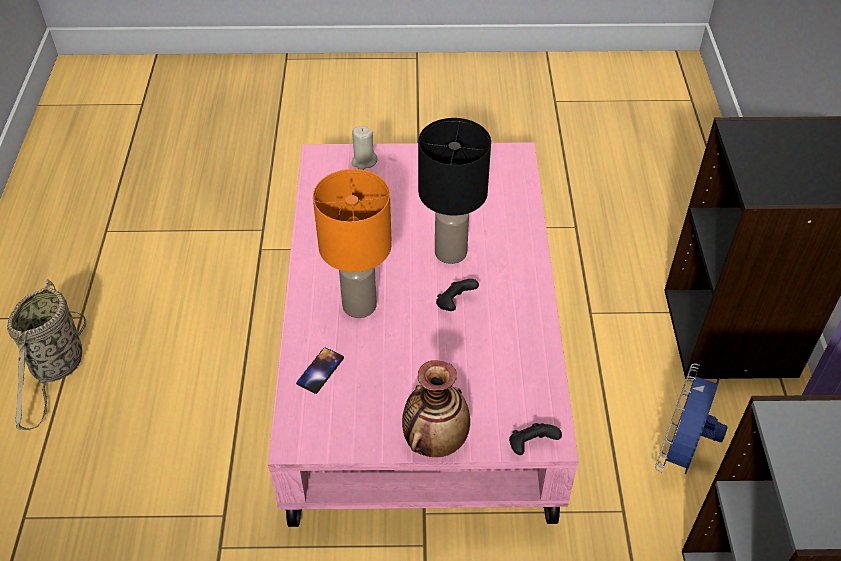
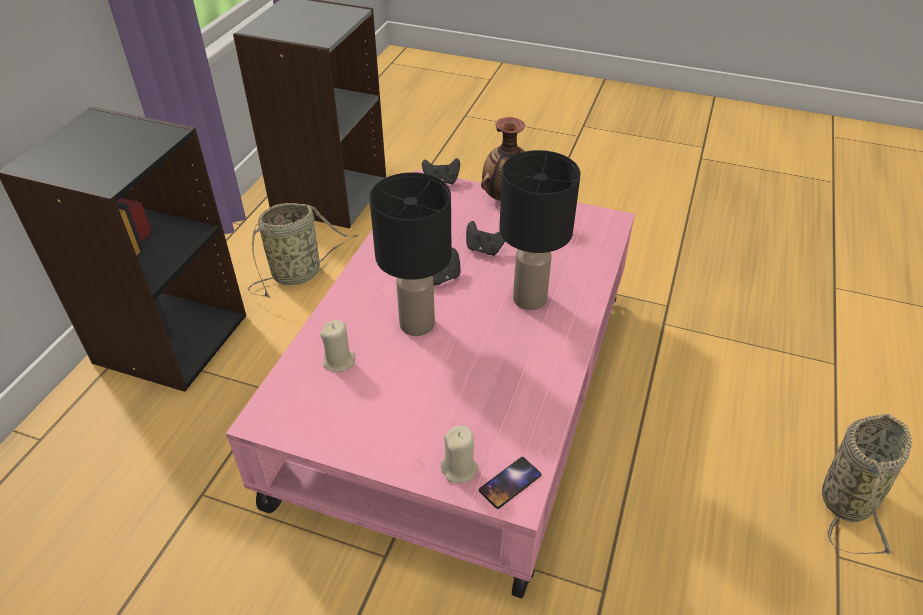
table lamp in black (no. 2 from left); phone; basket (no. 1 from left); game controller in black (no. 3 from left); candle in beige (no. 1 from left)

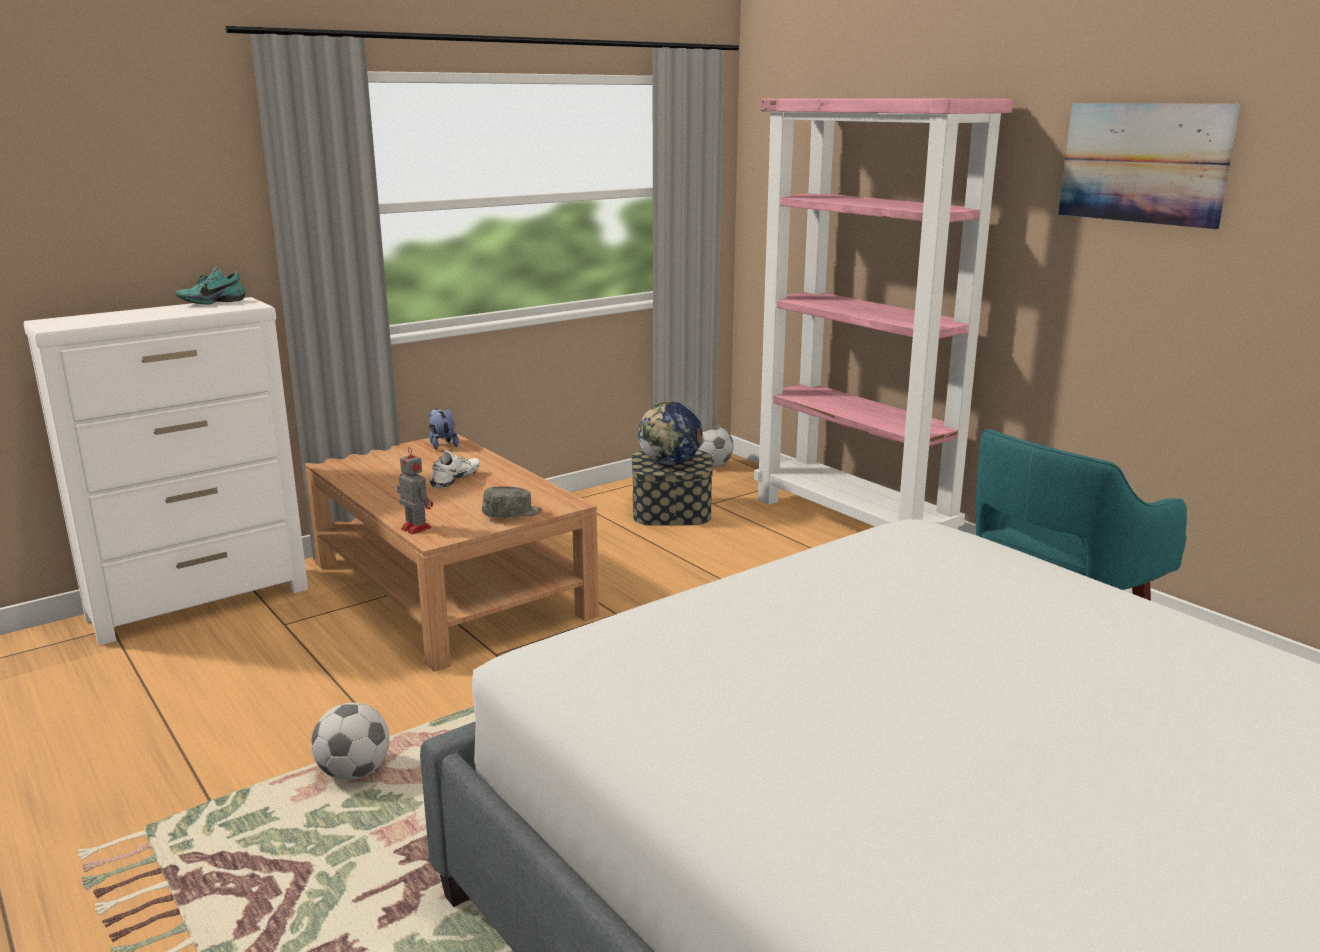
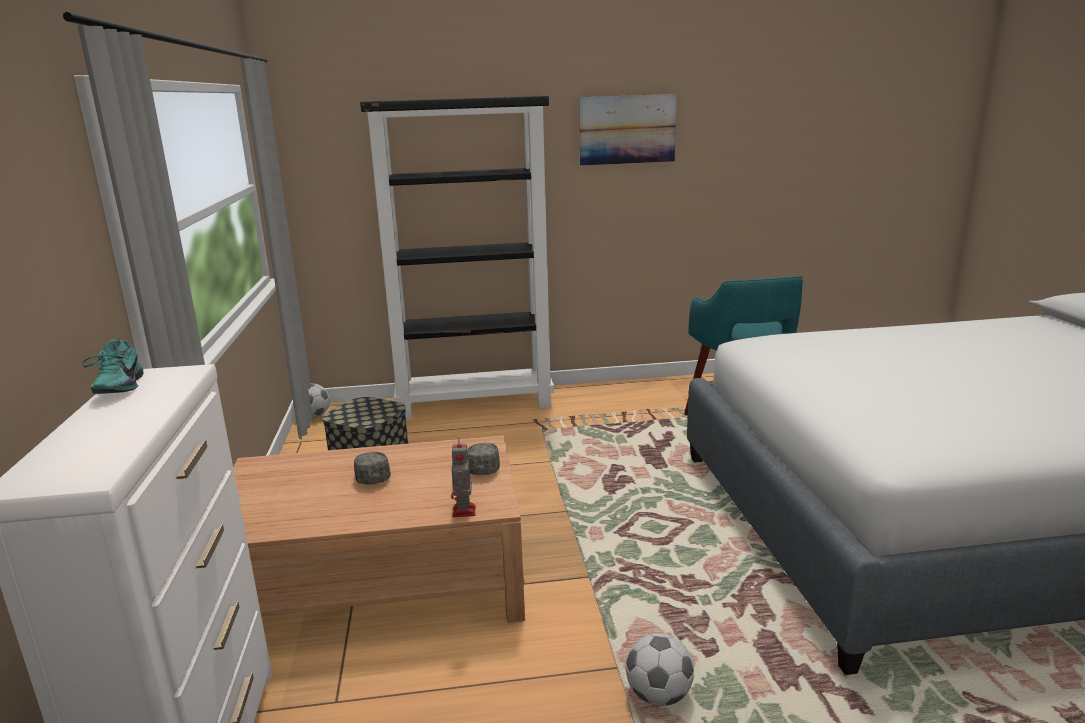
bookcase in black; globe; plush toy; toy robot; cap in grey (no. 1 from left)

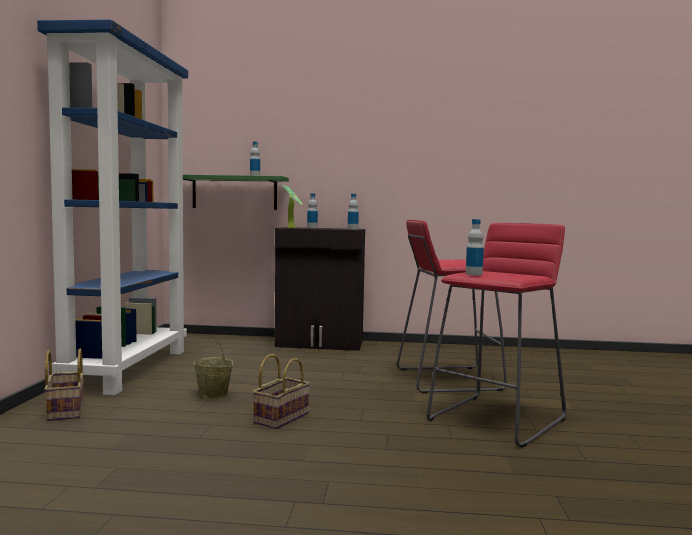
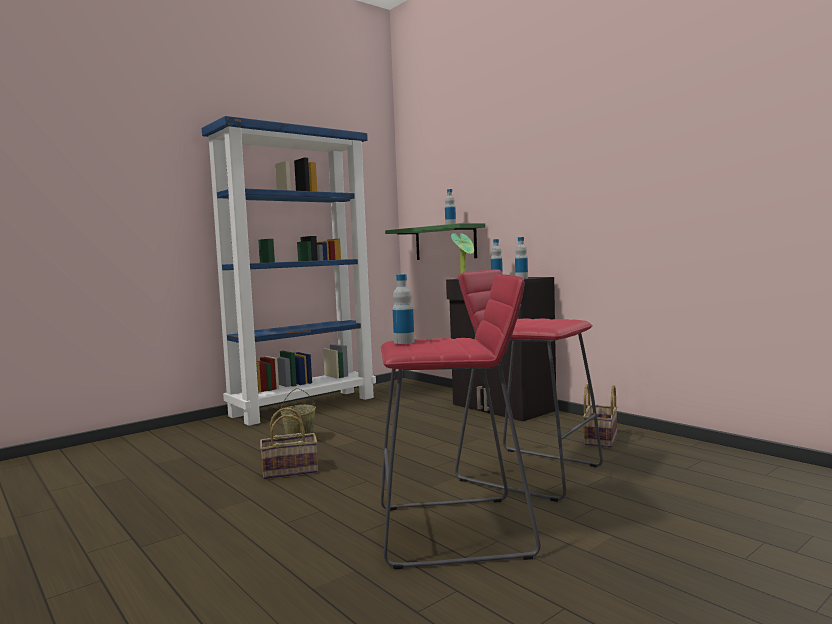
basket (no. 2 from left)

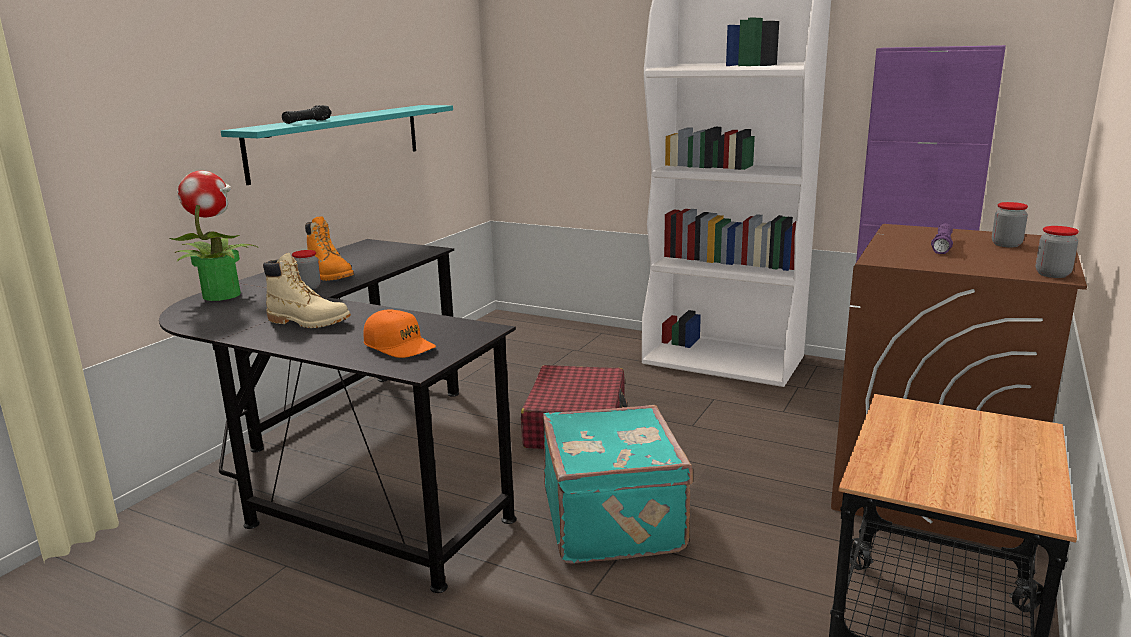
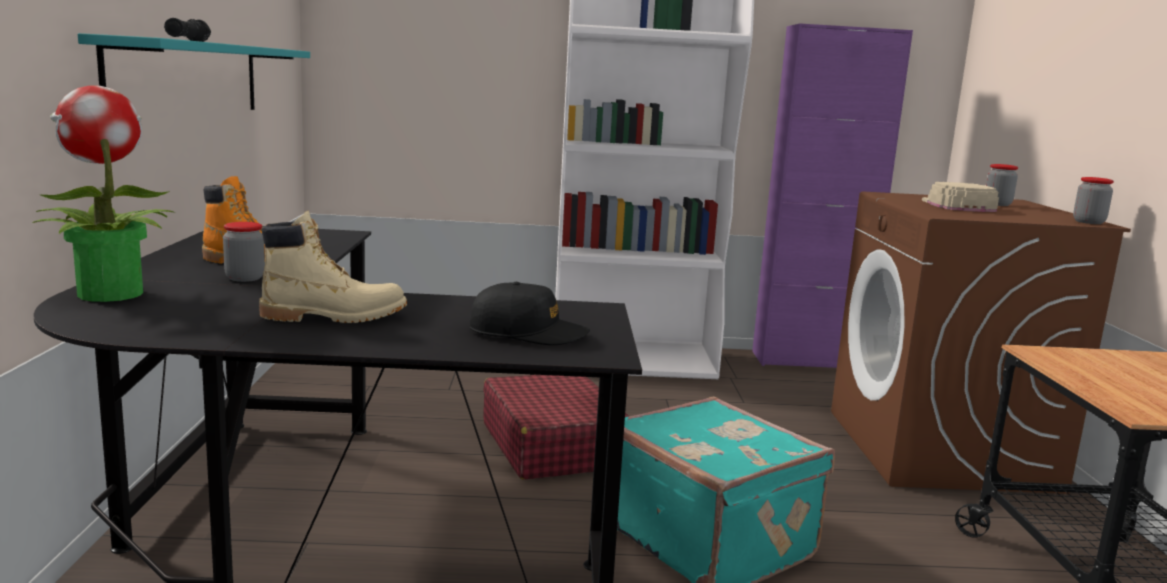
cap in beige; cap in black

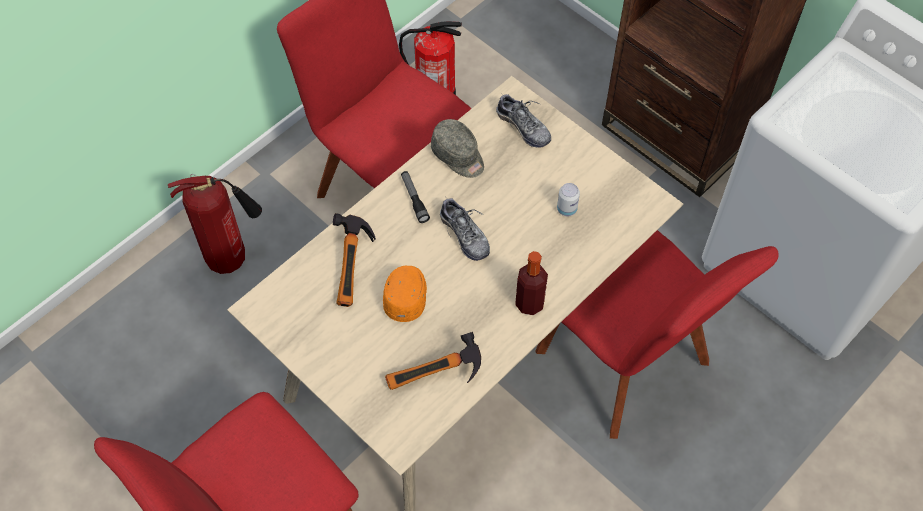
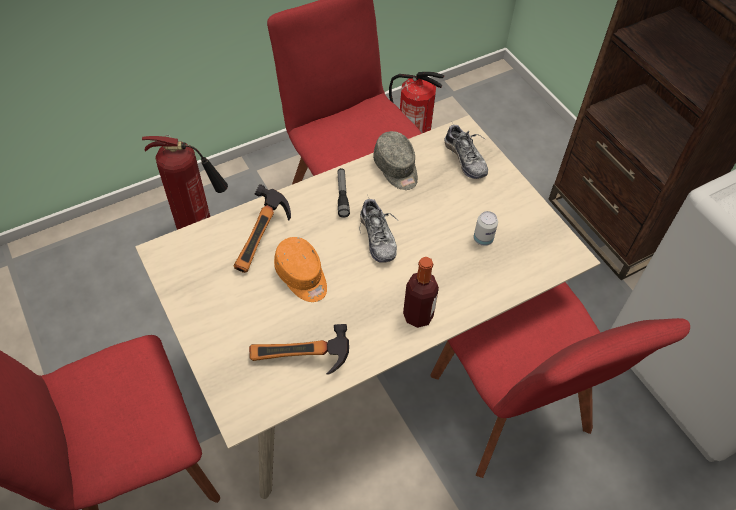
cap in orange

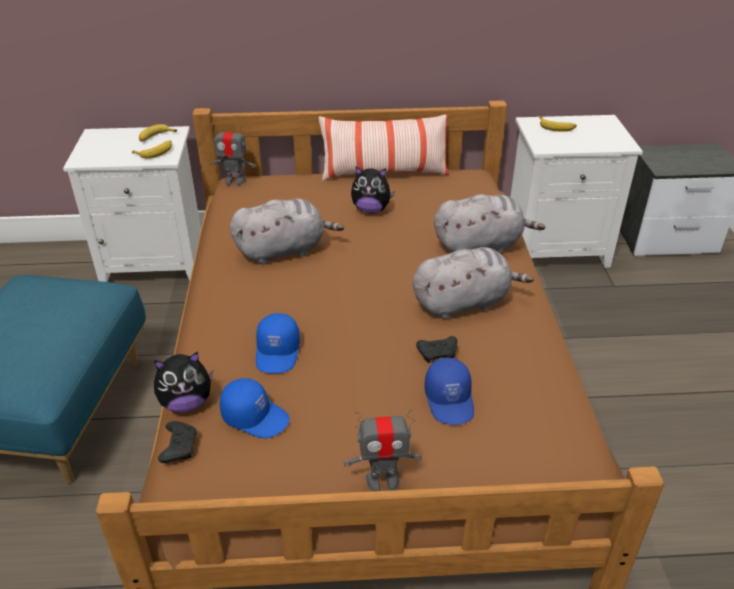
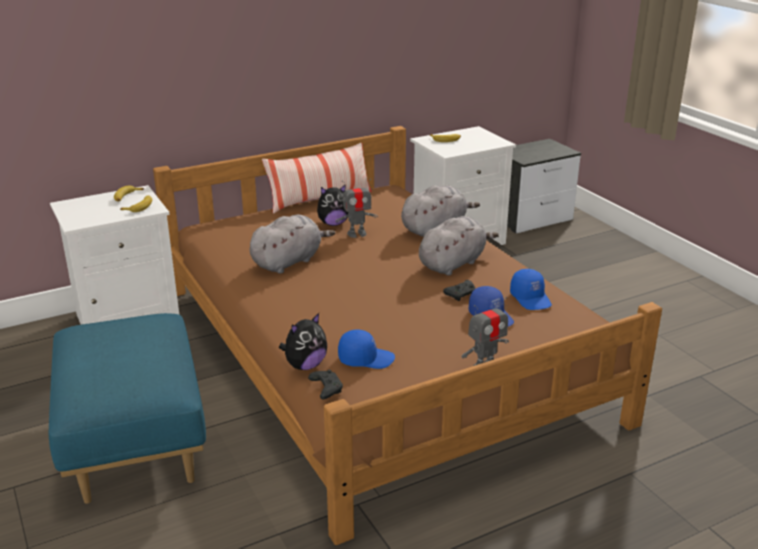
toy robot (no. 1 from left); cap in blue (no. 3 from left)

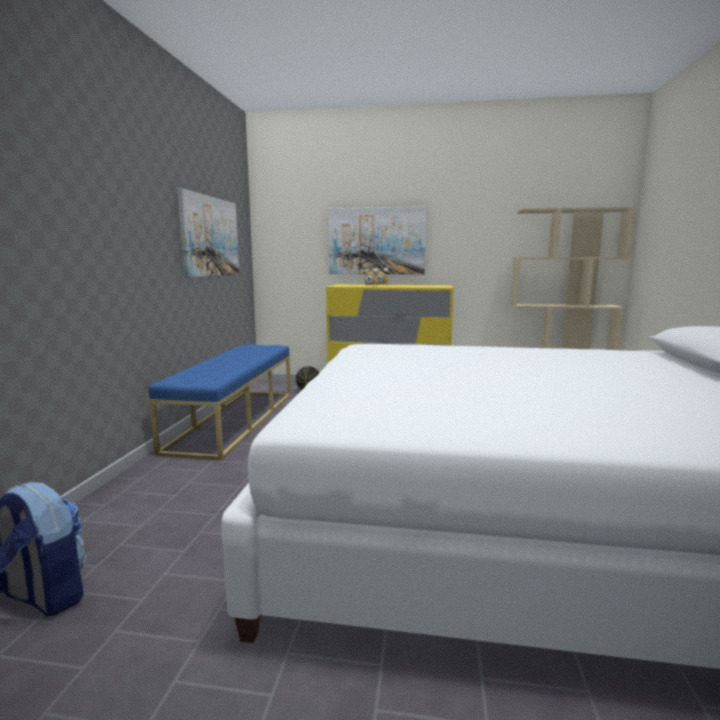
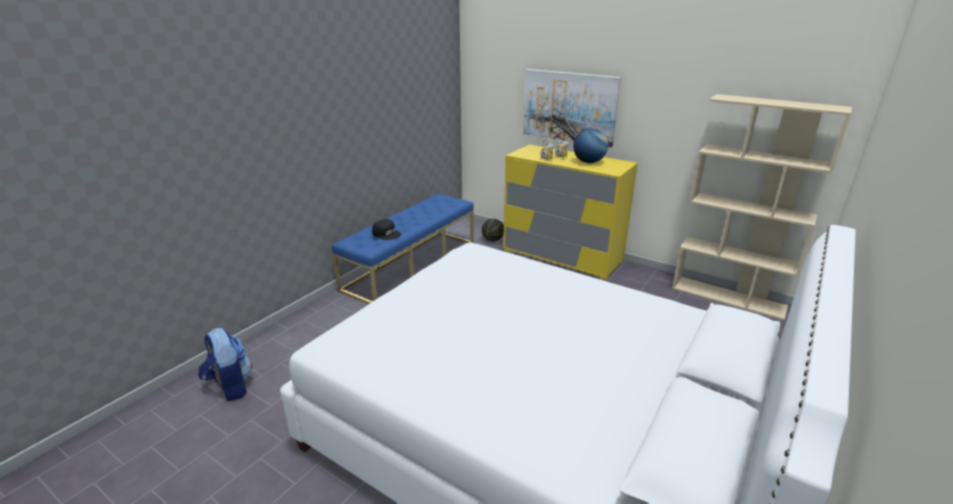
picture (no. 1 from left in the first image); globe; cap in black

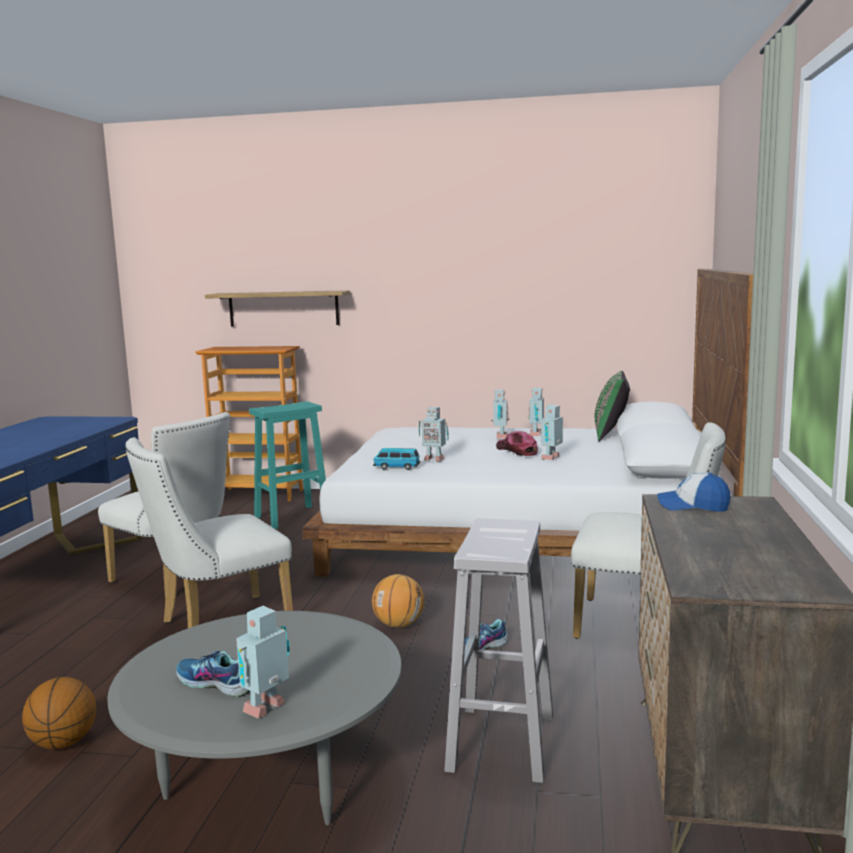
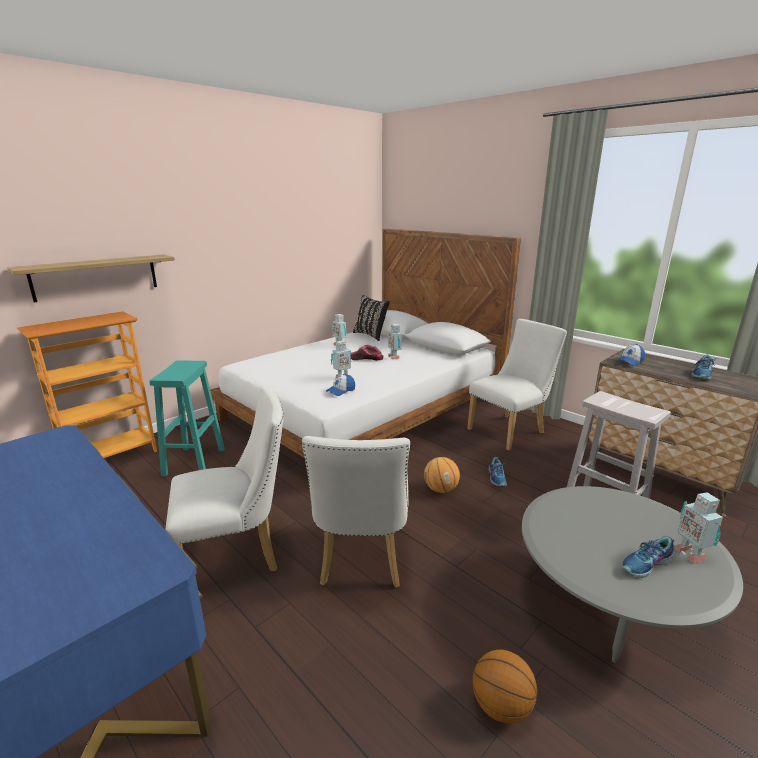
pillow in black; toy robot (no. 3 from left in the first image); cap (no. 1 from left); shoe (no. 3 from left)

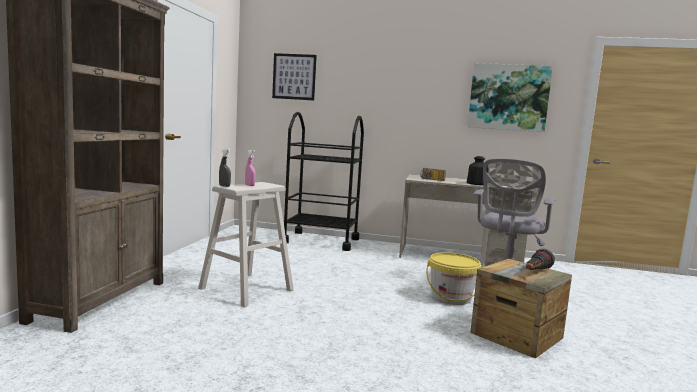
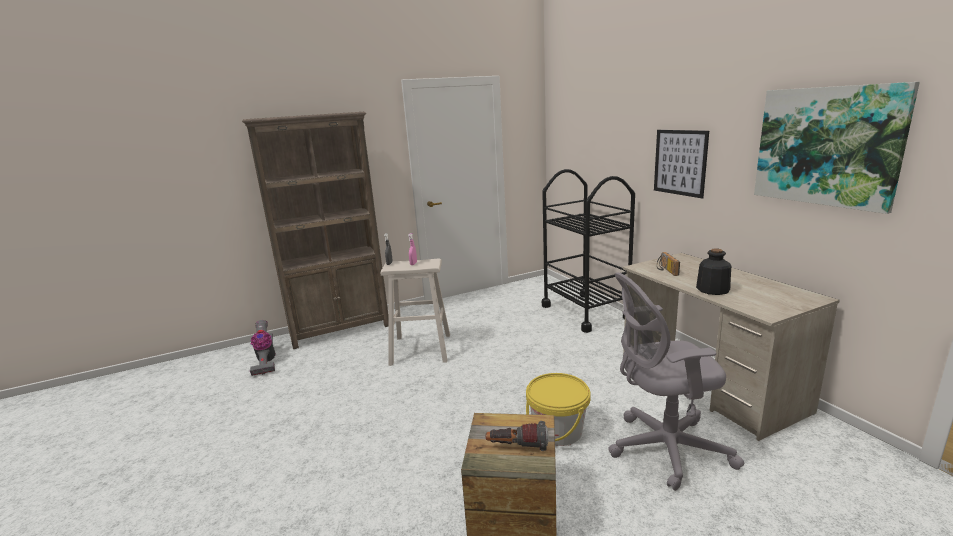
picture (no. 1 from left); vacuum cleaner

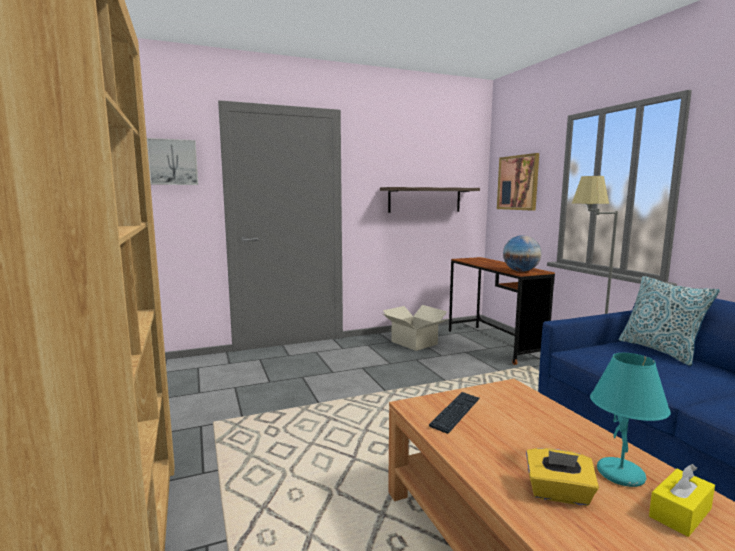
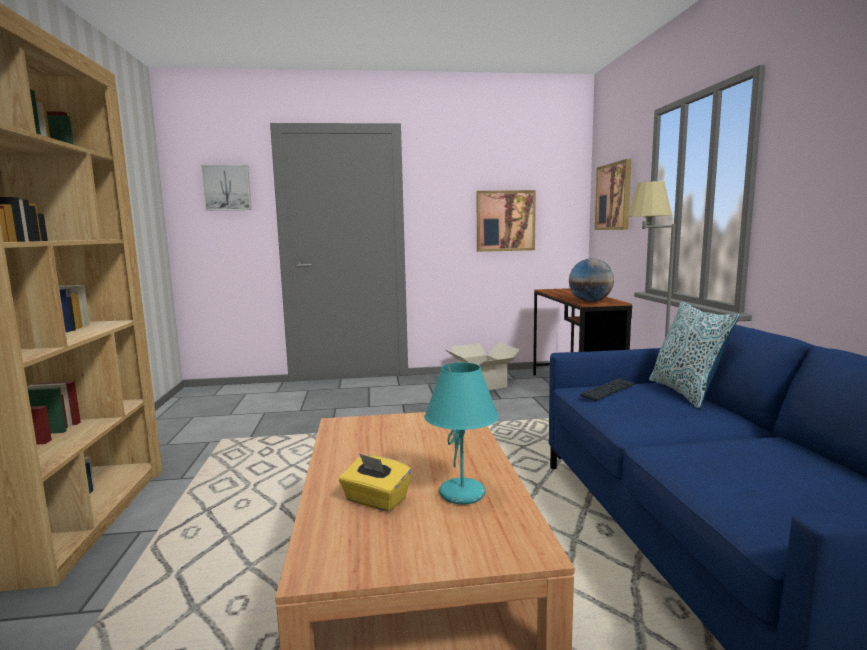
picture (no. 2 from left); keyboard; tissue box in yellow (no. 2 from left in the first image)

